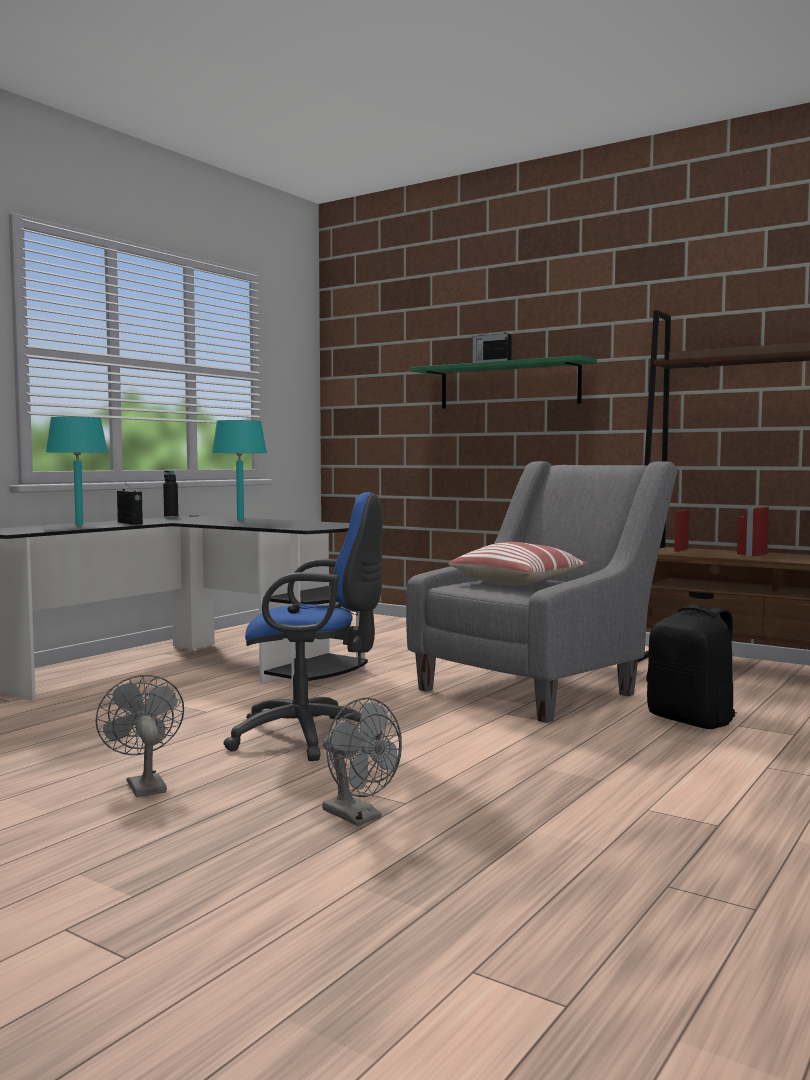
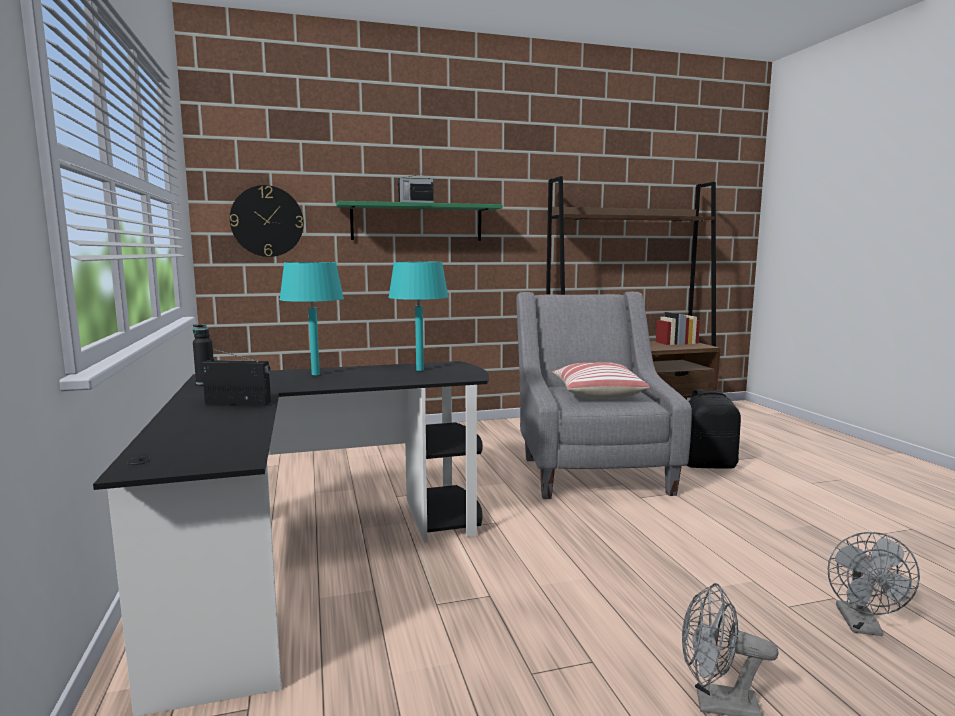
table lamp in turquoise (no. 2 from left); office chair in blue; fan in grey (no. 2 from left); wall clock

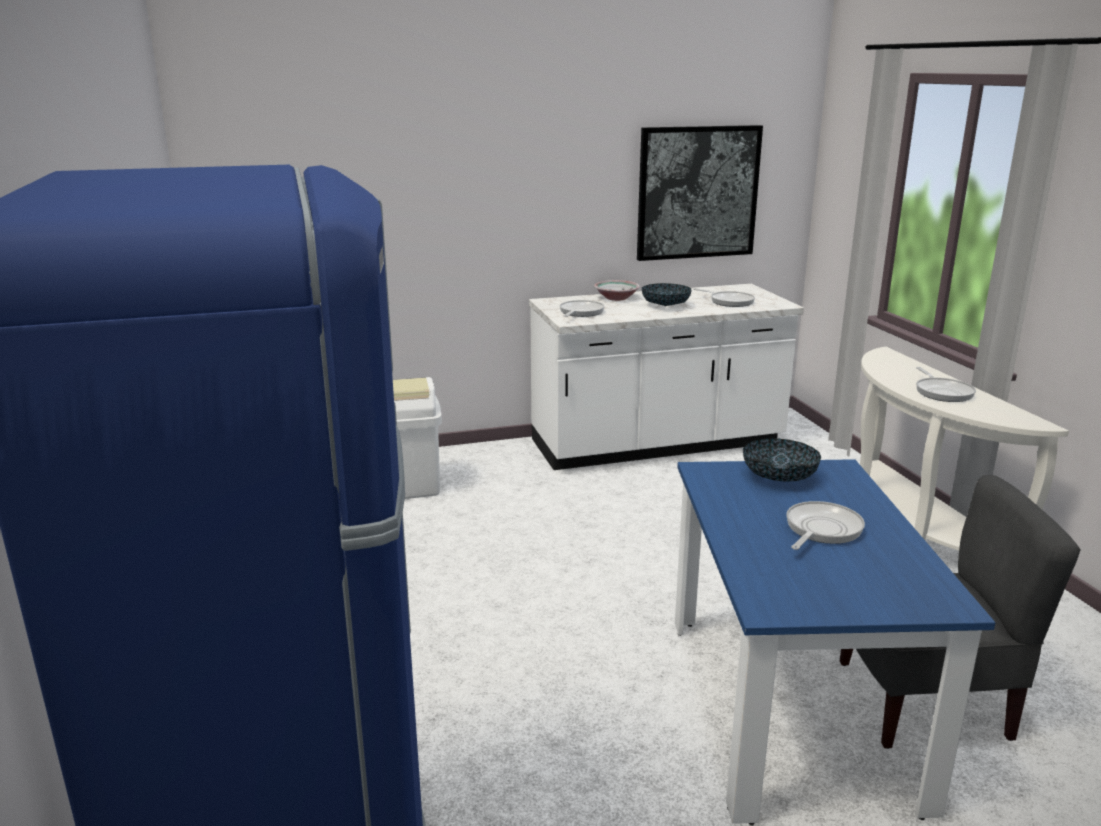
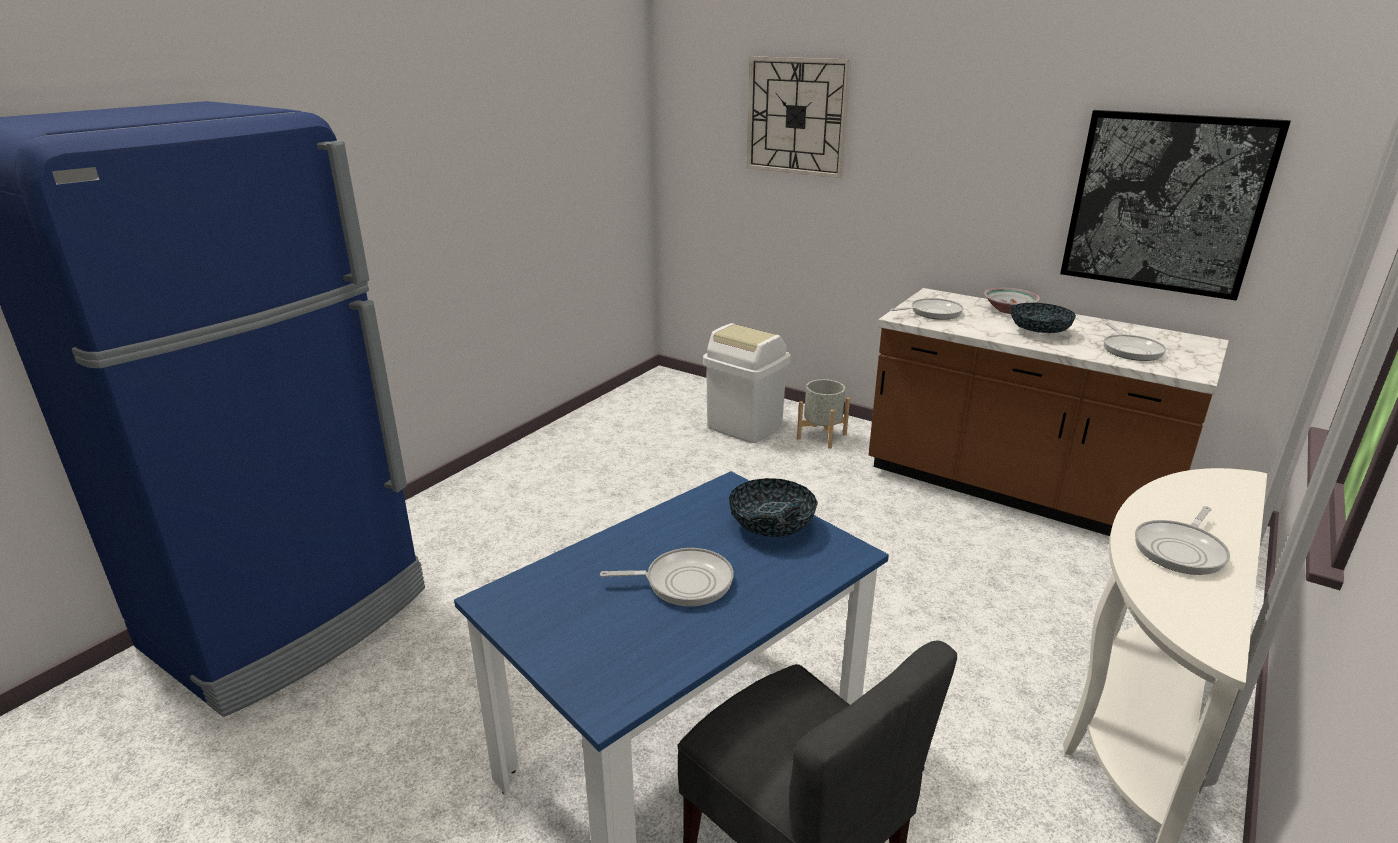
counter in brown; wall clock; planter in grey

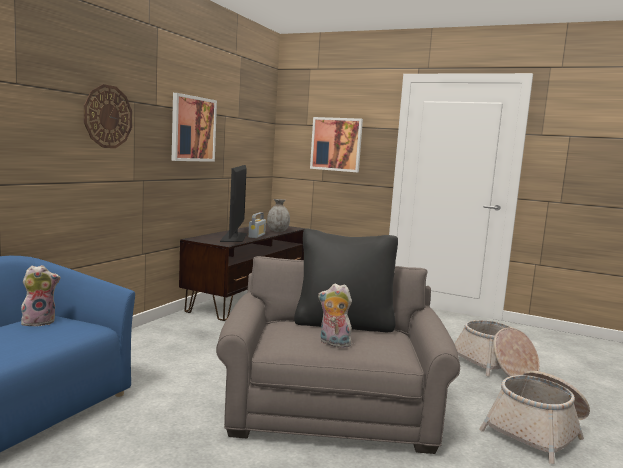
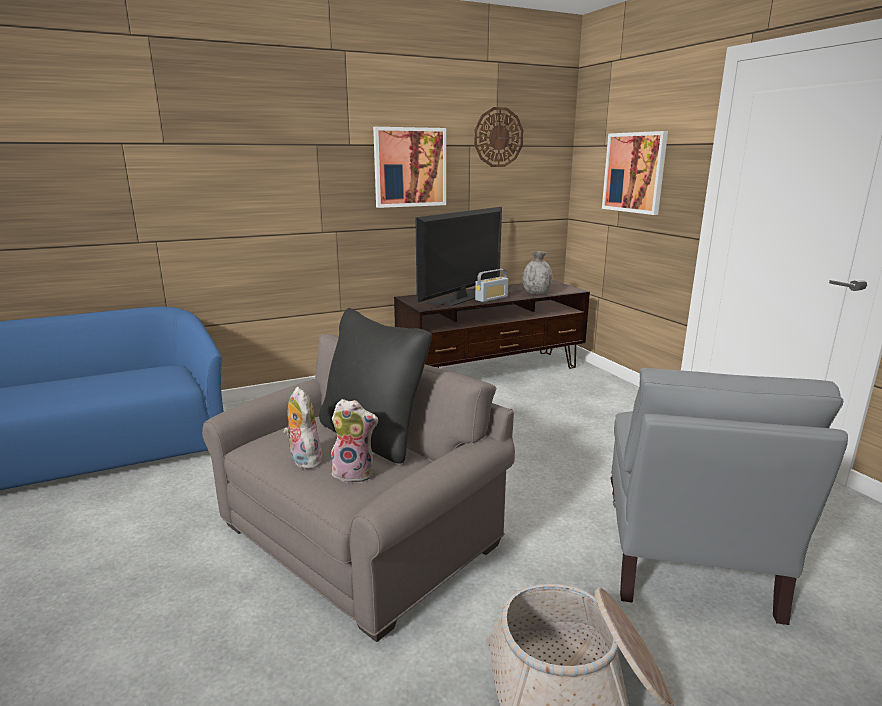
wall clock; plush toy (no. 2 from left); armchair in grey (no. 2 from left)

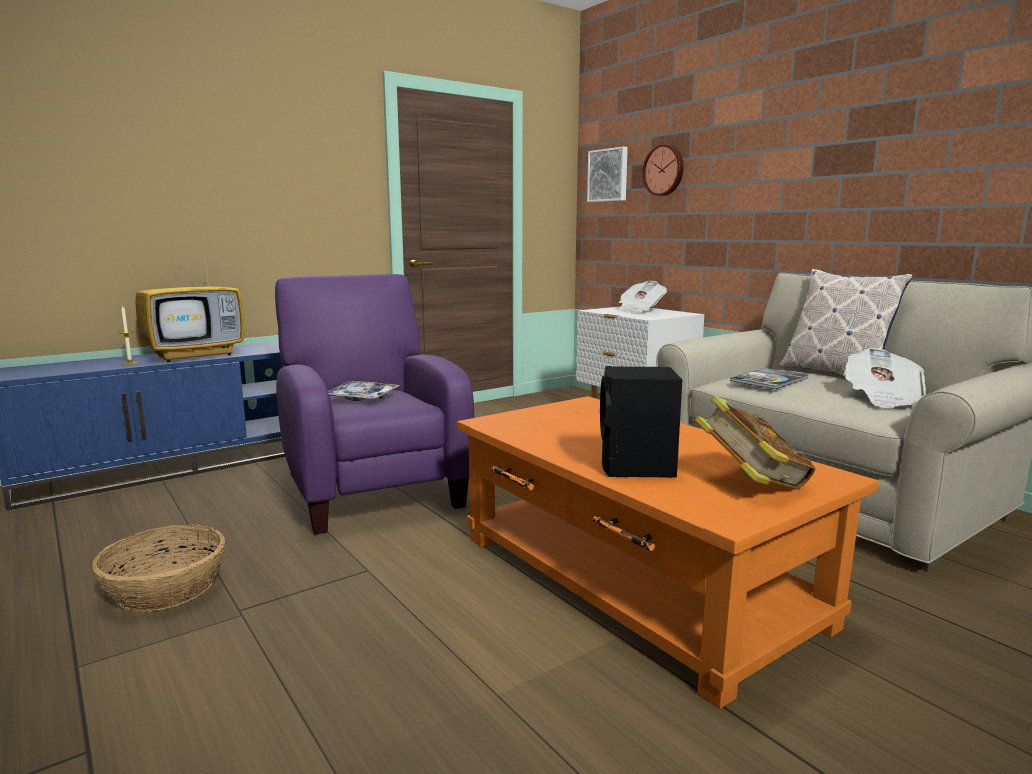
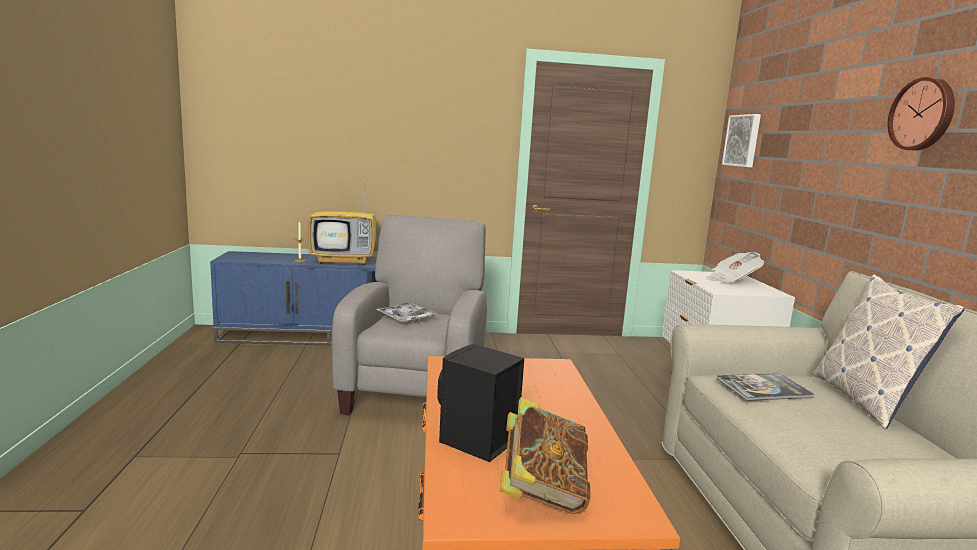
wall clock; armchair in grey; newspaper (no. 2 from left in the first image); basket

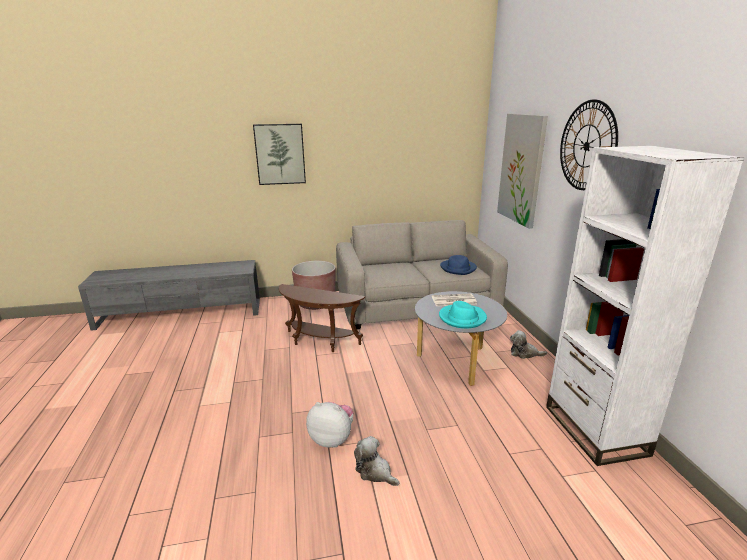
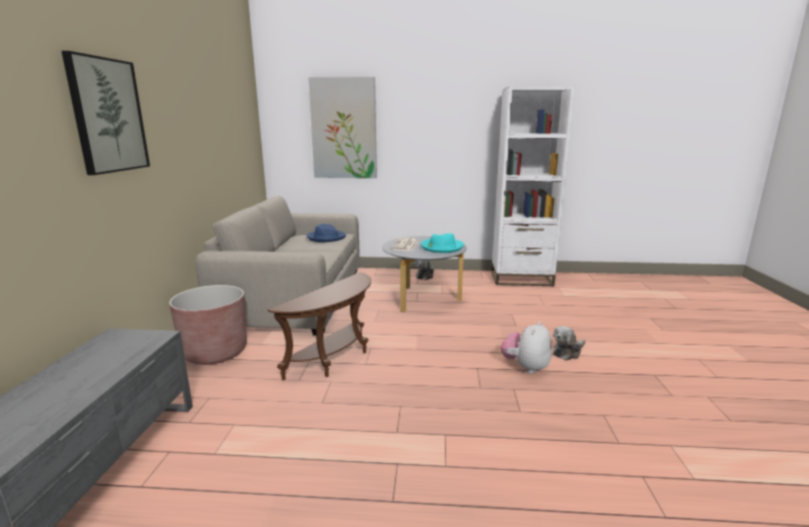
wall clock

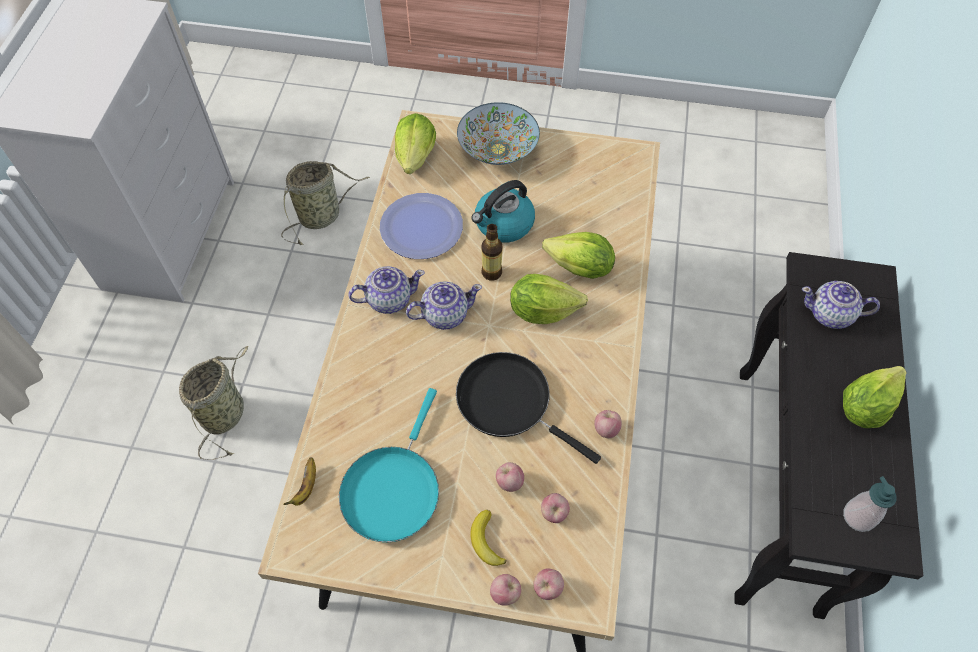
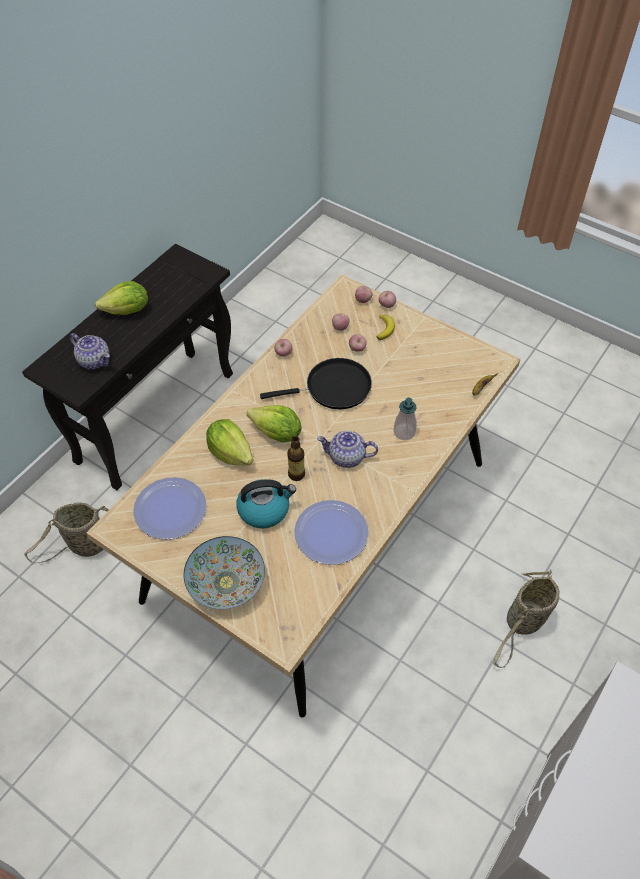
lettuce (no. 1 from left in the first image); basket (no. 1 from left); teapot (no. 1 from left in the first image); frying pan in black; frying pan in turquoise; soap dispenser; plate (no. 1 from left)

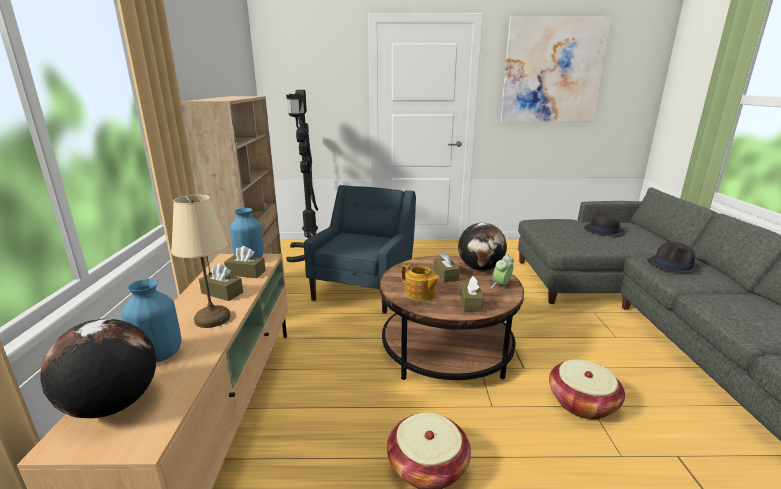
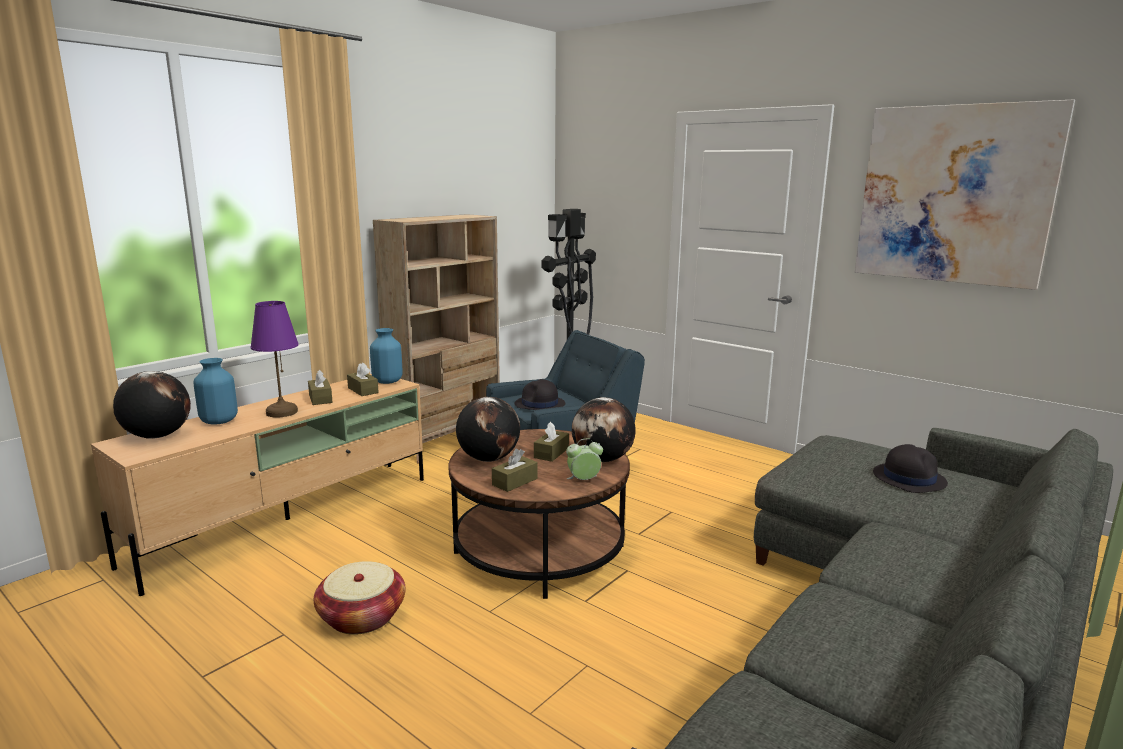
table lamp in purple; hat in black (no. 1 from left); globe (no. 2 from left); basket (no. 2 from left in the first image)

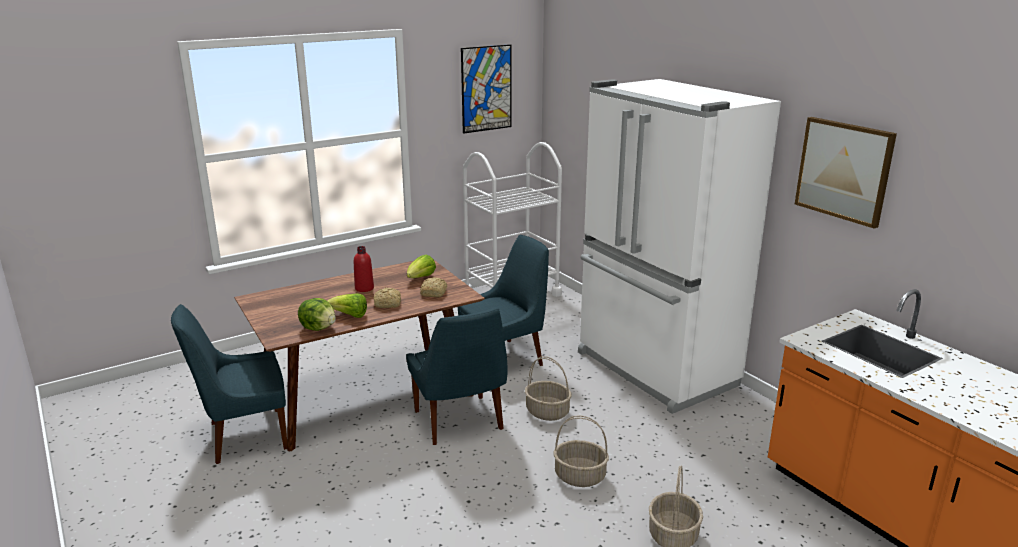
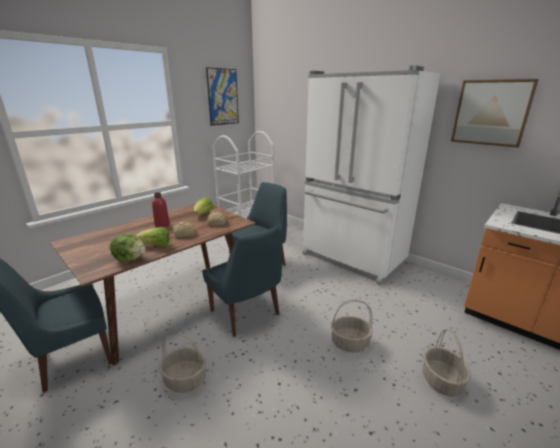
basket (no. 1 from left)

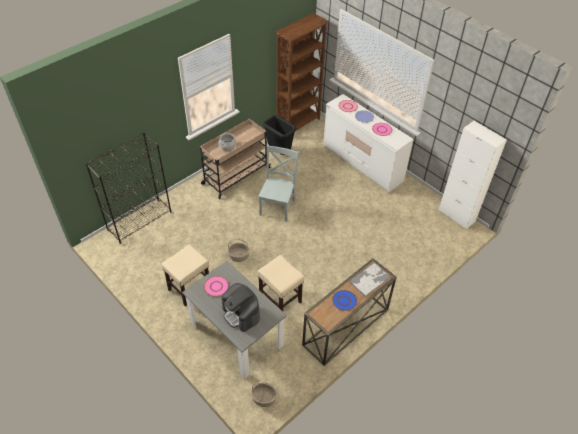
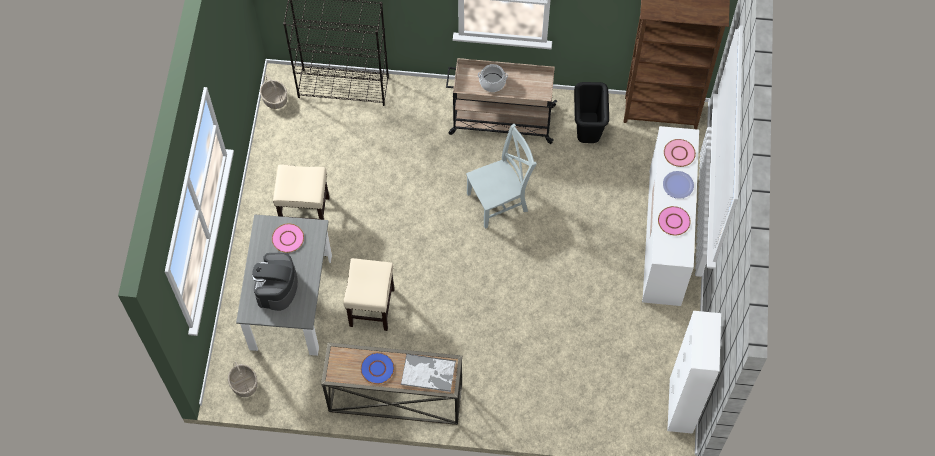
basket (no. 2 from left)

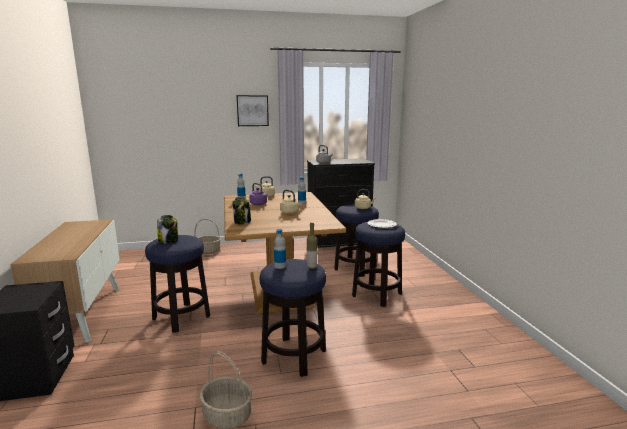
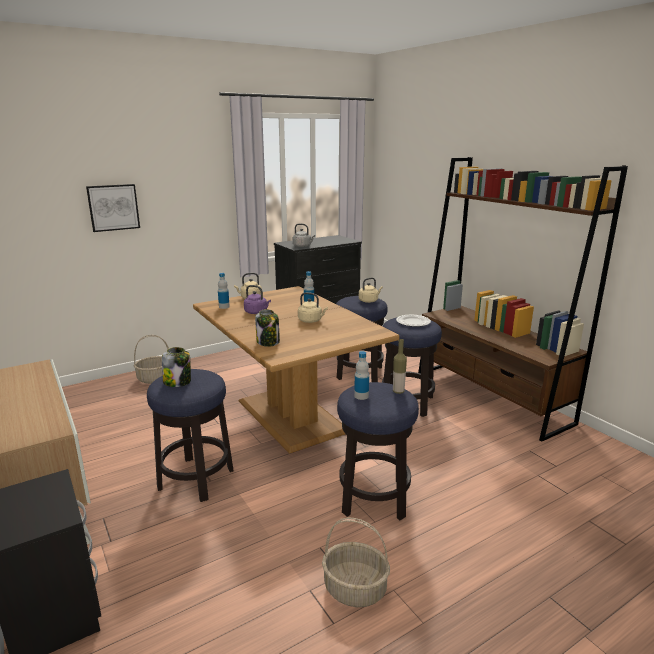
picture; bookcase in brown

